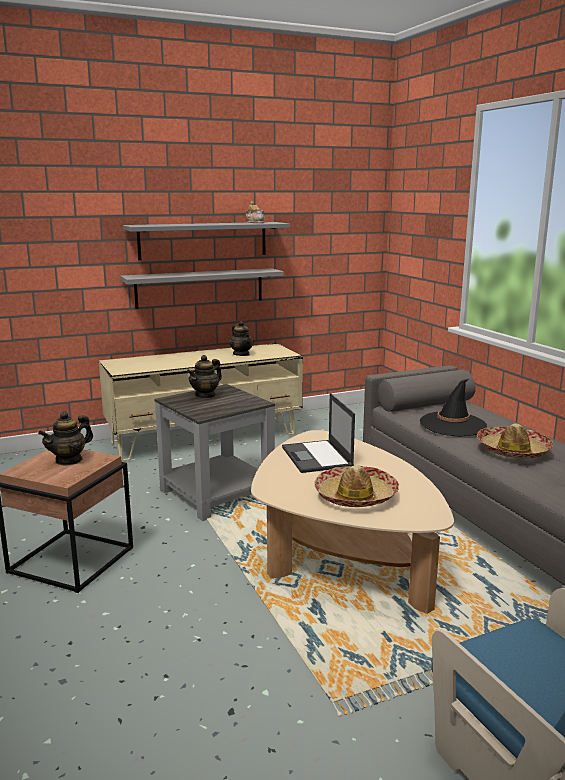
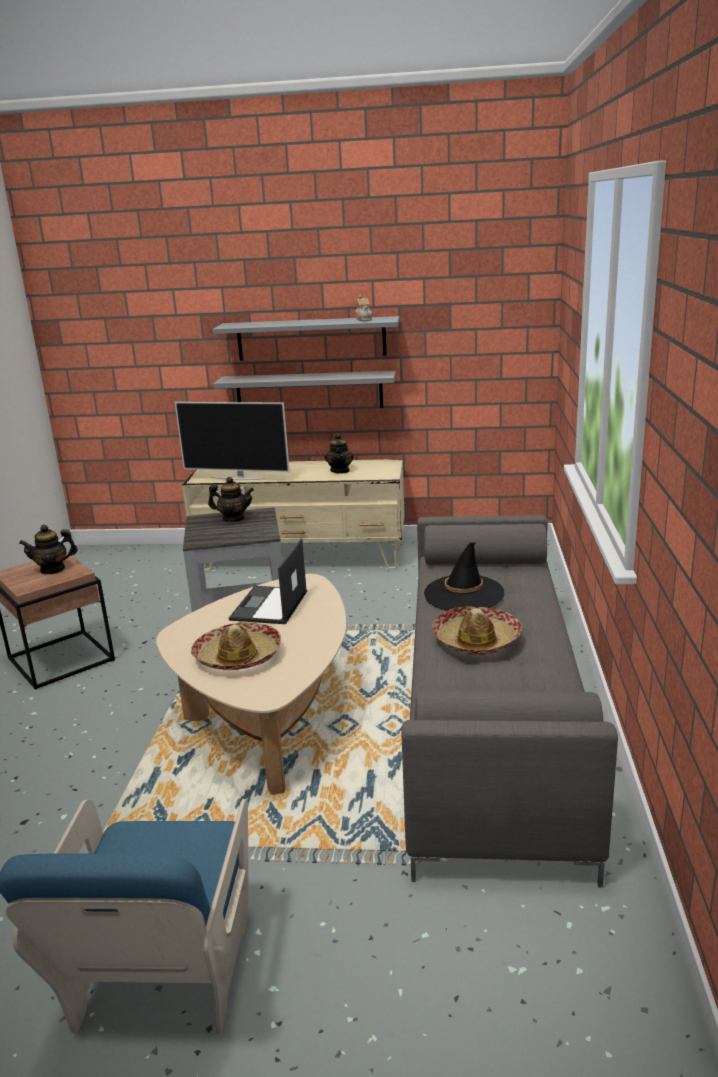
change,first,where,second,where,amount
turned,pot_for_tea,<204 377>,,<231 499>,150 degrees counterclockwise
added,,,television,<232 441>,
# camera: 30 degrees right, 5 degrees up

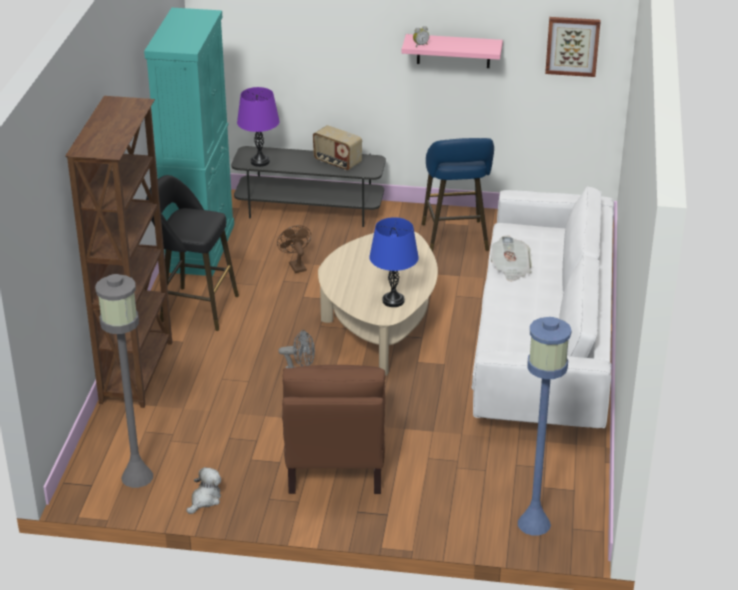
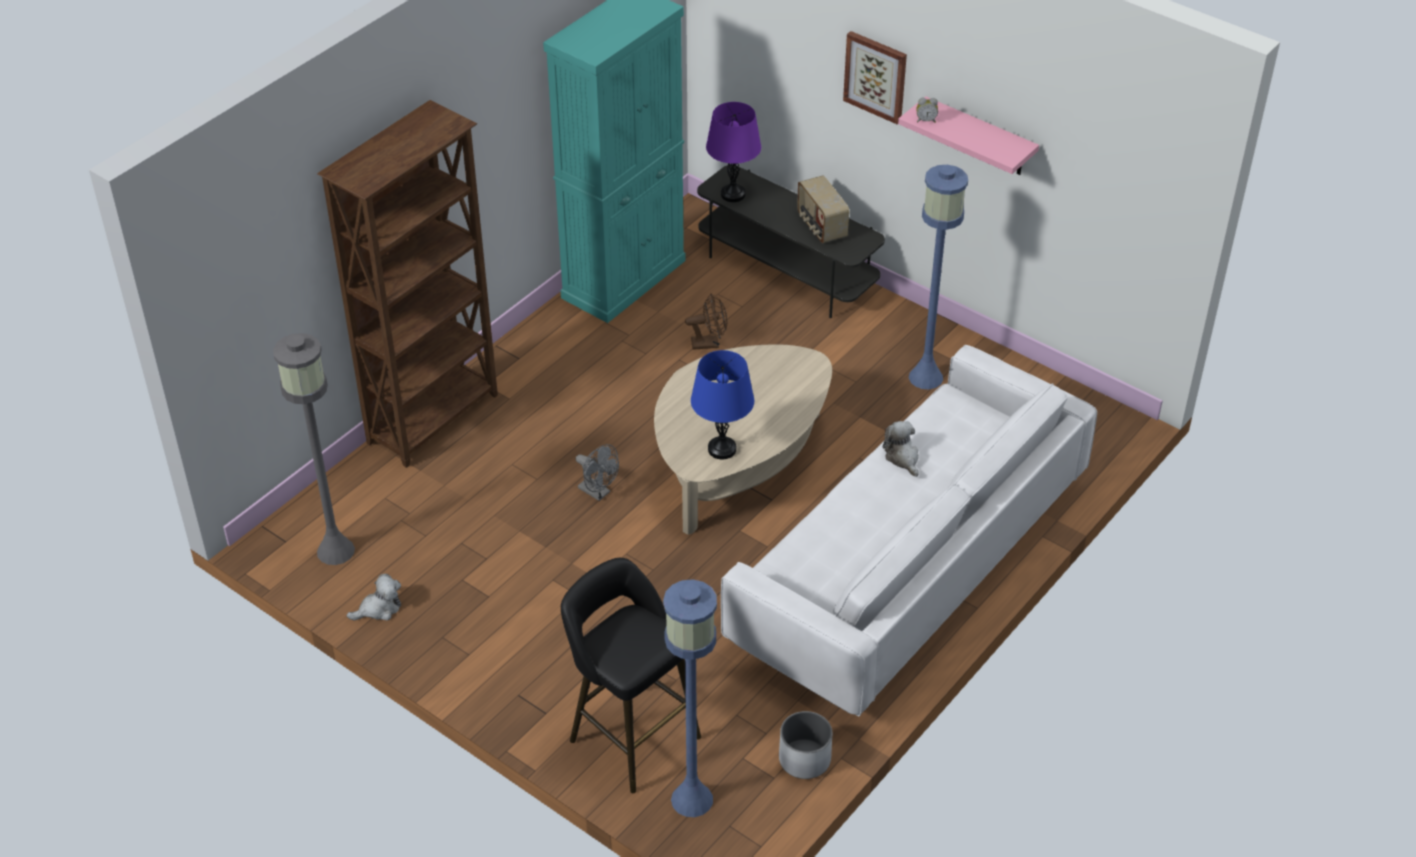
change,first,where,second,where,amount
moved,blackish_sitting_stool,<192 253>,,<631 675>,
turned,brown-coloured_electric_fan,<294 249>,,<706 322>,75 degrees clockwise
removed,brown-coloured_armchair,<333 429>,,,
replaced,bluish_sitting_stool,<458 195>,bluish_floor_lamp,<938 277>,
replaced,printed_paper,<511 259>,soft_toy,<901 449>,
moved,wall_art,<573 47>,,<875 78>,
added,,,white_planter,<805 745>,
# camera: 30 degrees right, 10 degrees up

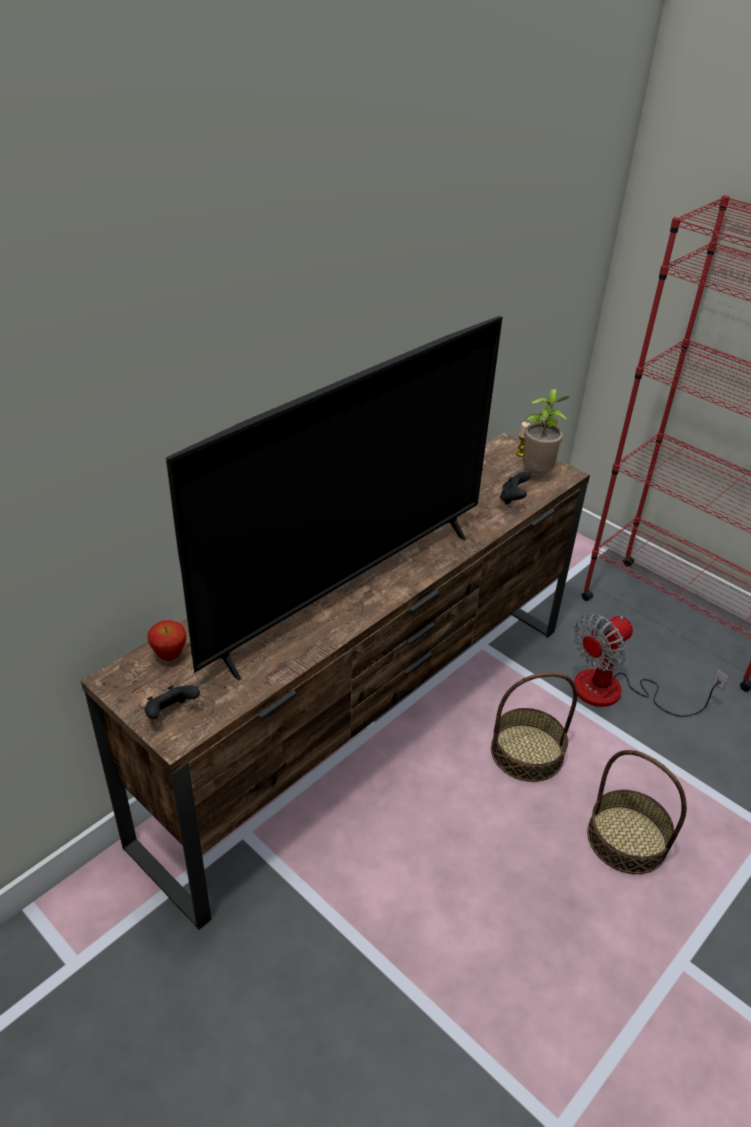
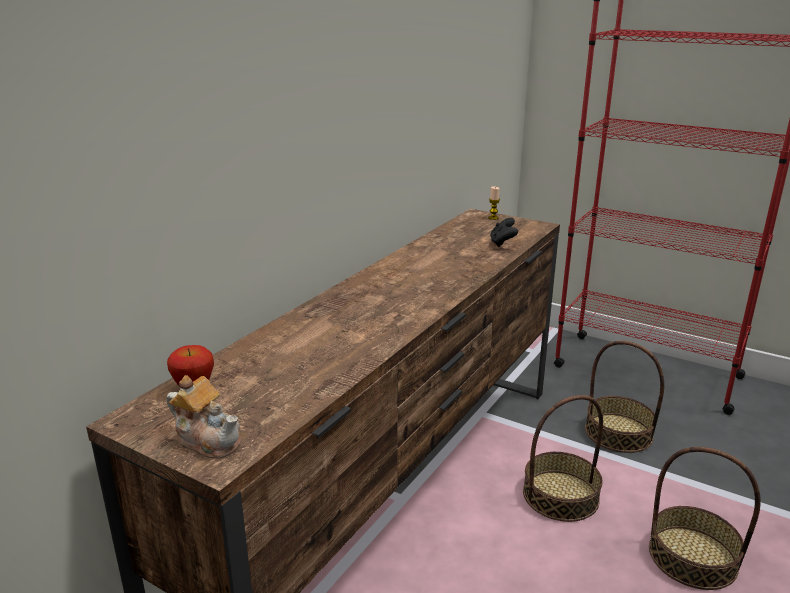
change,first,where,second,where,amount
replaced,blackish_gamepad,<172 702>,pot_for_tea,<204 417>,
removed,television,<334 498>,,,
removed,potted_plant,<545 430>,,,
replaced,electric_fan,<650 665>,basket,<624 397>,
# camera: 10 degrees left, 15 degrees down

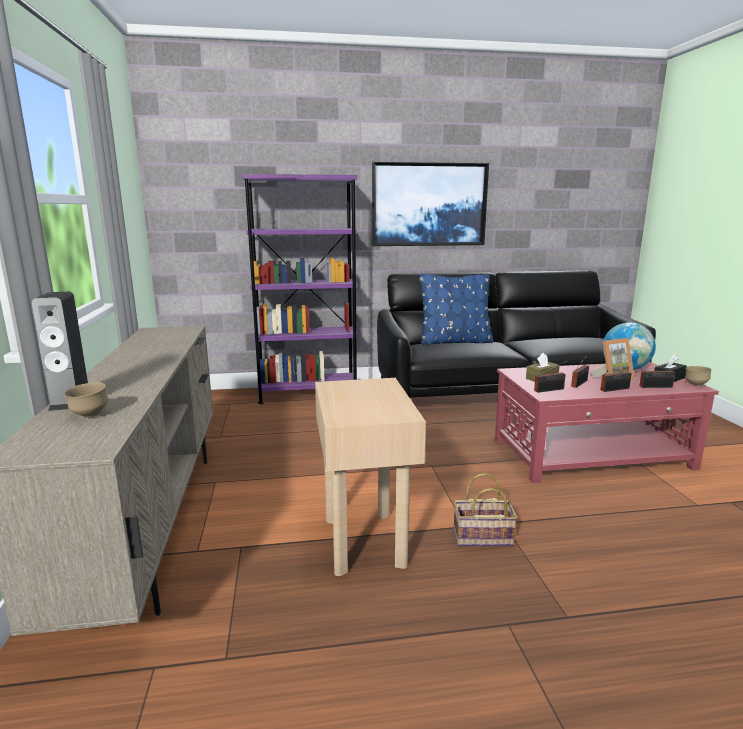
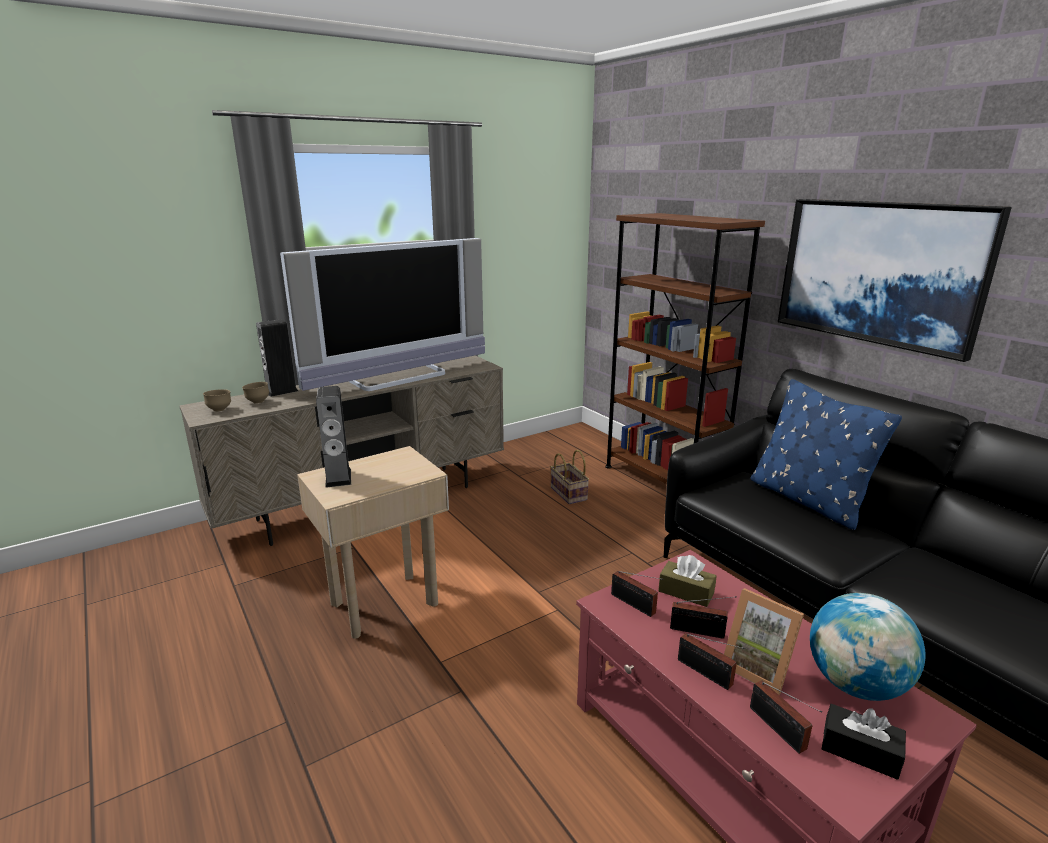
change,first,where,second,where,amount
recoloured,purplish_bookcase,<300 289>,brown-coloured_bookcase,<685 348>,
moved,basket,<485 509>,,<569 476>,
moved,brown-coloured_bowl,<698 376>,,<217 400>,
added,,,television,<382 314>,
added,,,audio_speaker,<333 437>,
# camera: 65 degrees right, 5 degrees up

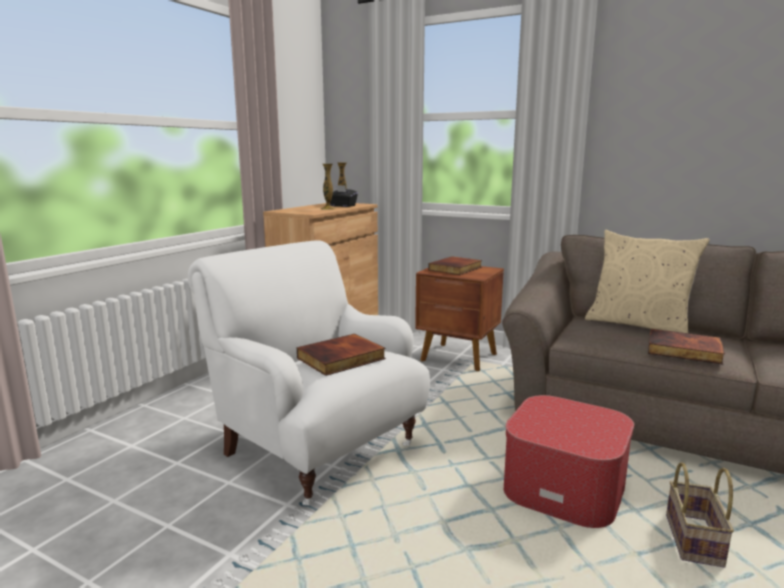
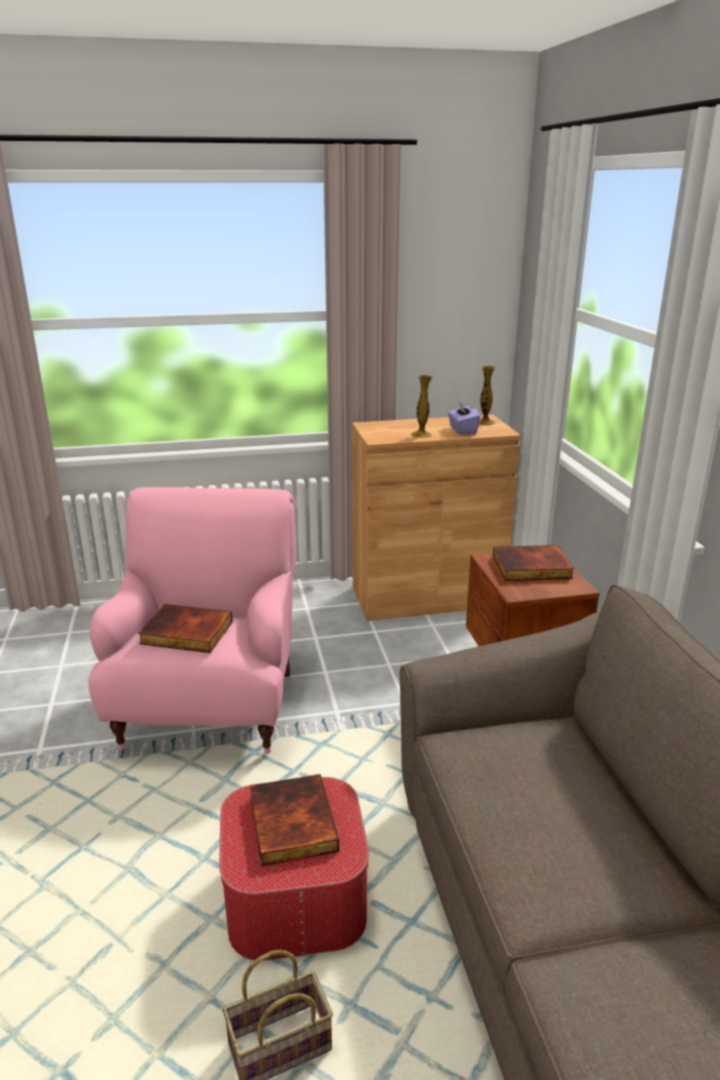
change,first,where,second,where,amount
recoloured,white_armchair,<309 373>,pinkish_armchair,<192 620>,
recoloured,blackish_tissue_holder,<344 196>,purplish_tissue_holder,<464 417>,
removed,beige-coloured_throw_pillow,<647 281>,,,
moved,book,<686 347>,,<294 820>,
# camera: 50 degrees right, 10 degrees up

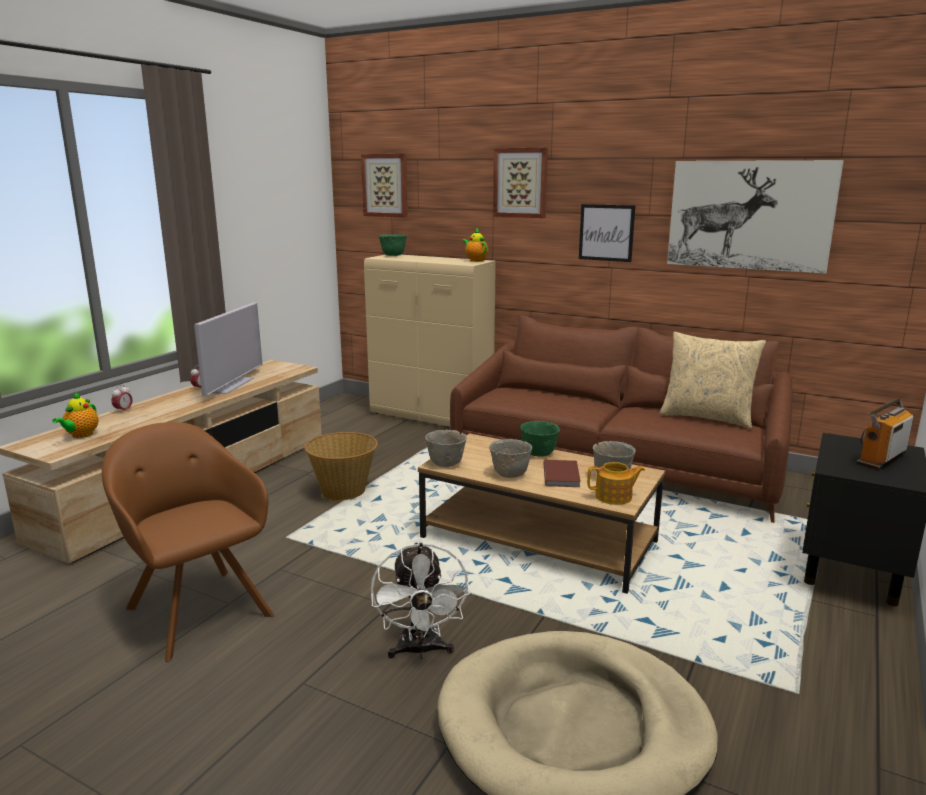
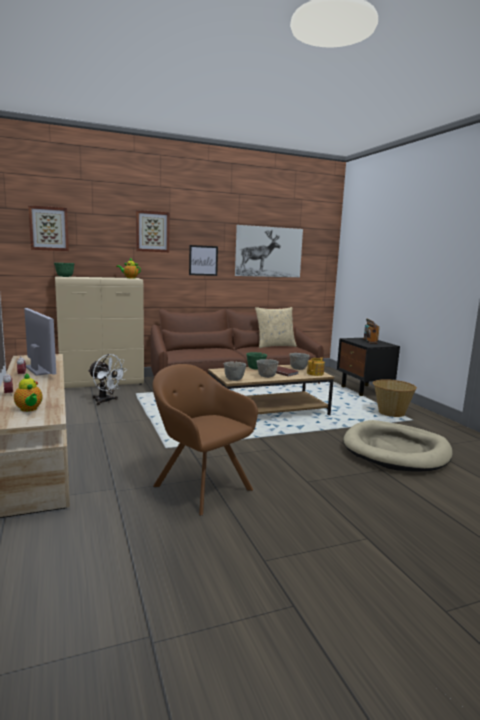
change,first,where,second,where,amount
turned,brown-coloured_armchair,<188 542>,,<205 440>,45 degrees clockwise
moved,basket,<341 466>,,<395 398>,
moved,white_electric_fan,<421 600>,,<106 379>,
# camera: 50 degrees left, 5 degrees down

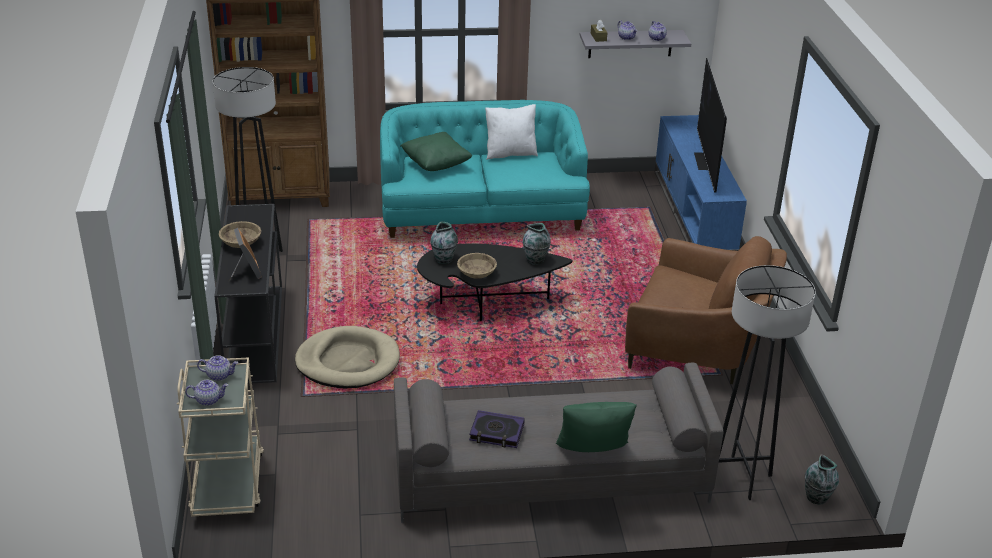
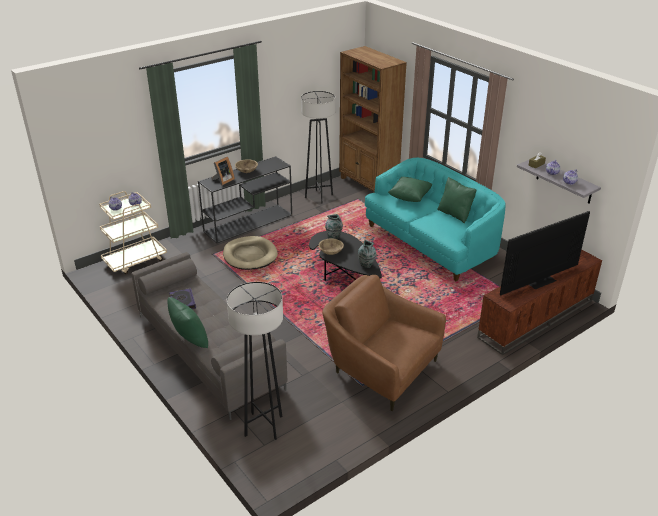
change,first,where,second,where,amount
recoloured,white_throw_pillow,<511 132>,greenish_throw_pillow,<456 200>,
turned,brown-coloured_armchair,<706 310>,,<384 343>,135 degrees clockwise
recoloured,bluish_media_console,<700 183>,brown-coloured_media_console,<539 302>,
removed,decorative_vase,<822 479>,,,
# camera: 60 degrees right, 0 degrees up

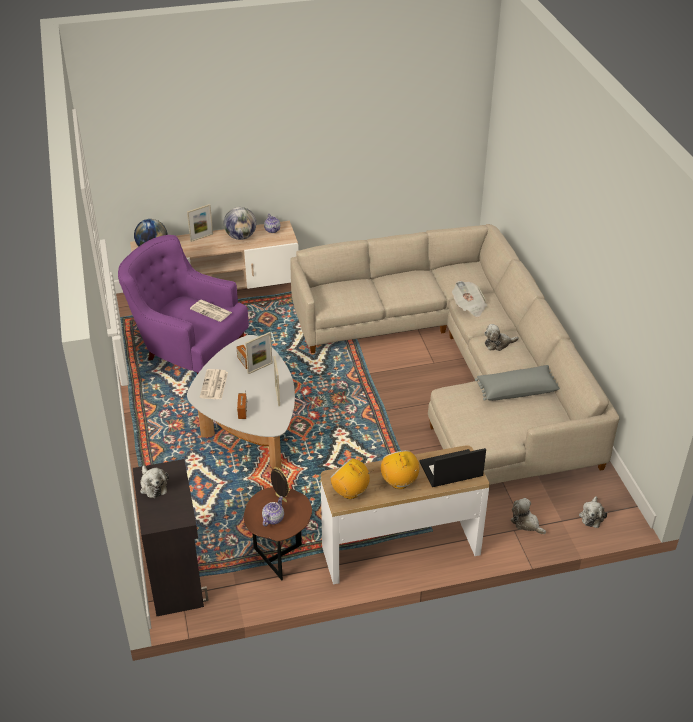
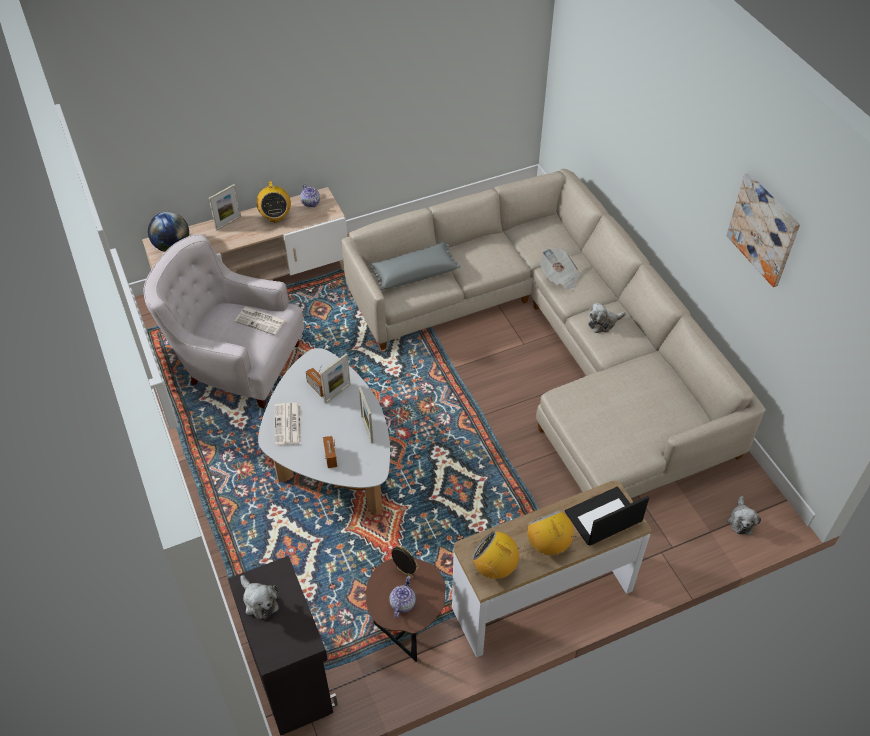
change,first,where,second,where,amount
recoloured,purplish_armchair,<183 304>,white_armchair,<224 321>,
replaced,desk_globe,<240 223>,radio,<273 201>,
moved,grey_throw_pillow,<517 383>,,<415 266>,
removed,soft_toy,<528 516>,,,
added,,,wall_art,<763 230>,
# camera: 10 degrees left, 10 degrees up

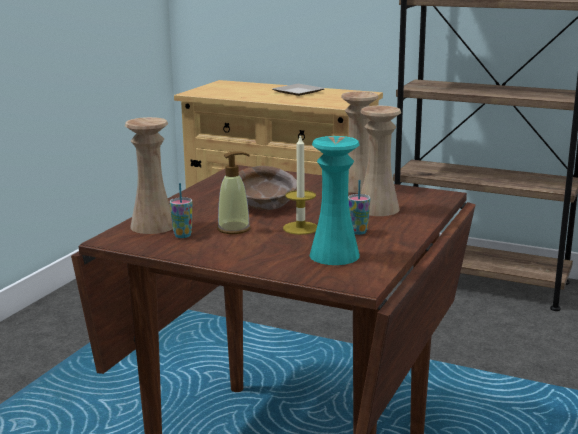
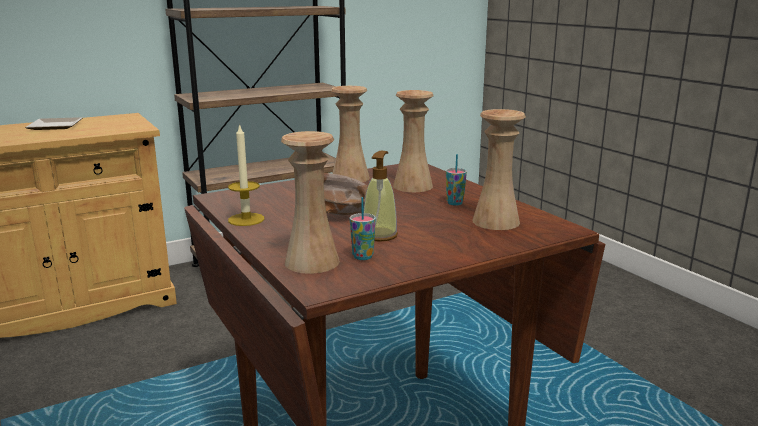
change,first,where,second,where,amount
moved,wax_light,<300 184>,,<246 174>,
recoloured,blue-green_decorative_vase,<335 200>,beige-coloured_decorative_vase,<499 169>,
# camera: 55 degrees left, 0 degrees up

